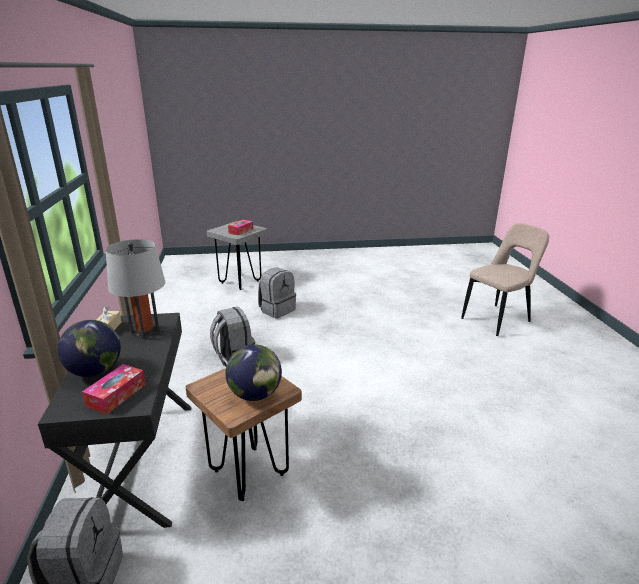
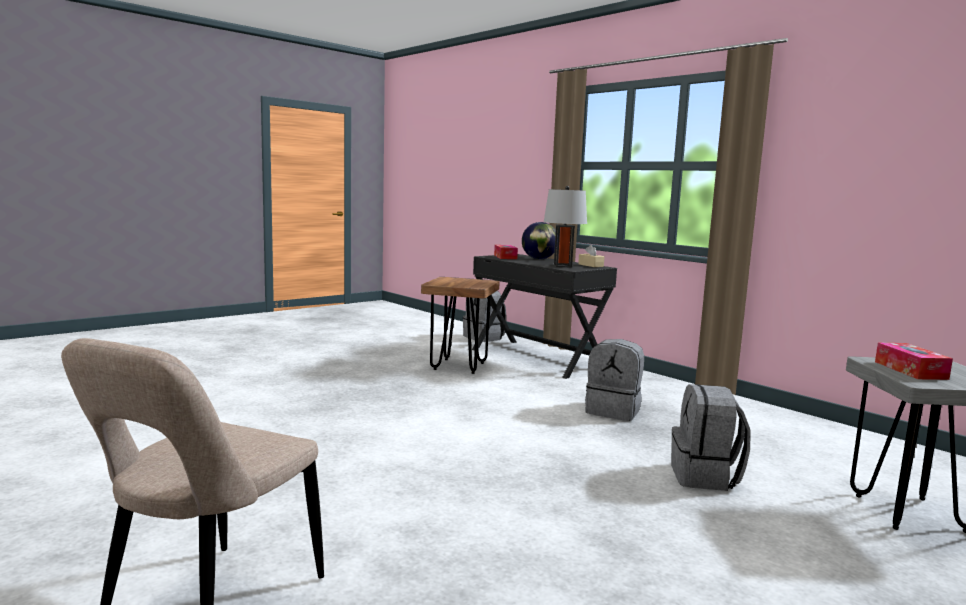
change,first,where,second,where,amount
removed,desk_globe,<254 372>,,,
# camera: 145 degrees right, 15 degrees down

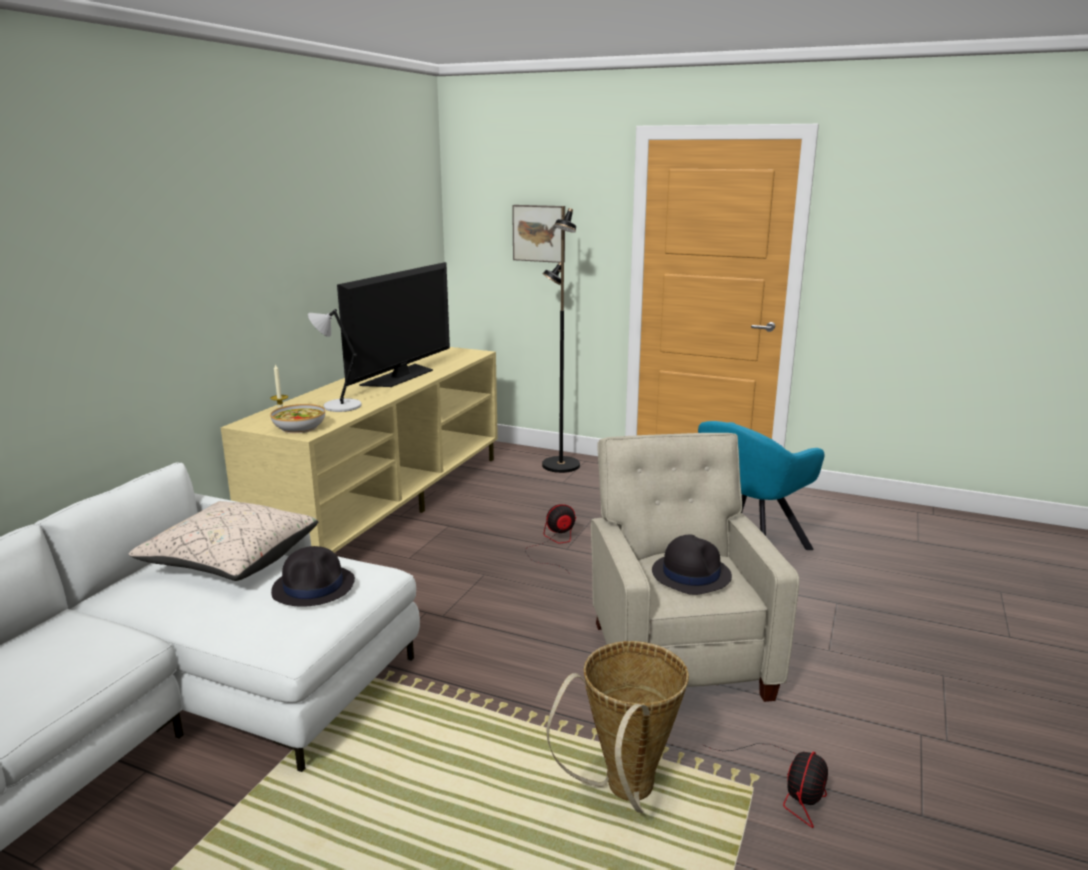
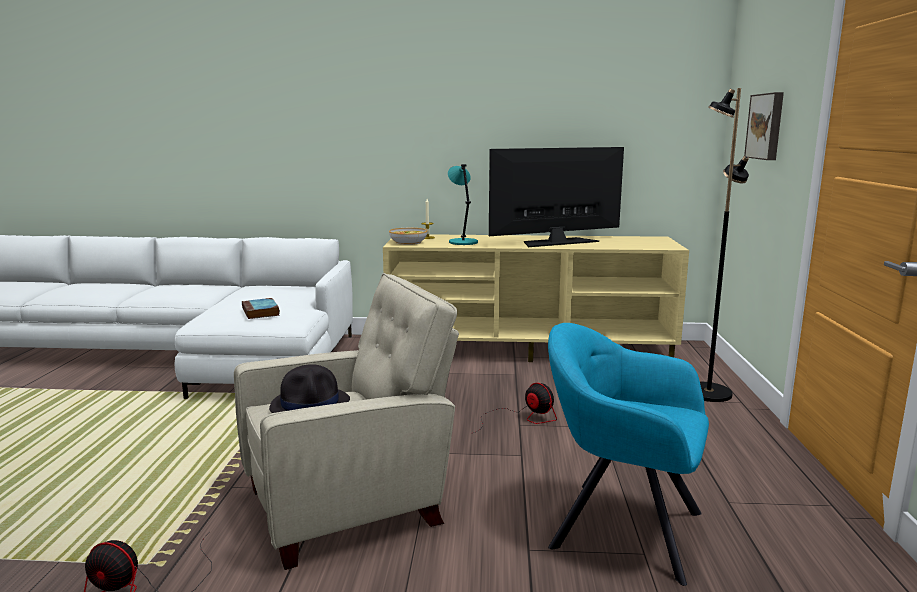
change,first,where,second,where,amount
removed,beige-coloured_throw_pillow,<223 541>,,,
replaced,blackish_wearable_hat,<313 576>,book,<261 308>,
recoloured,grey_tabletop_lamp,<335 360>,blue-green_tabletop_lamp,<463 204>,
turned,television,<393 324>,,<556 197>,150 degrees clockwise
removed,basket,<618 727>,,,
# camera: 70 degrees right, 5 degrees down

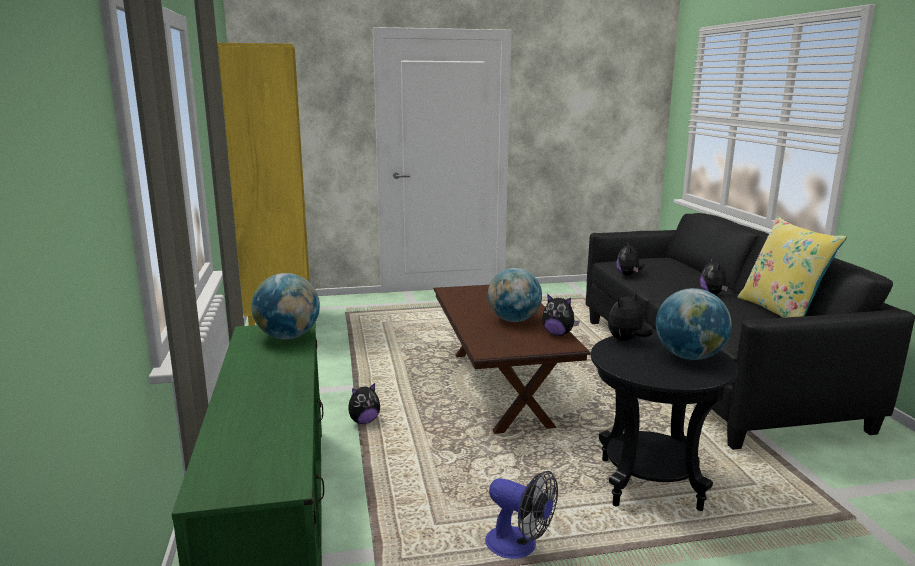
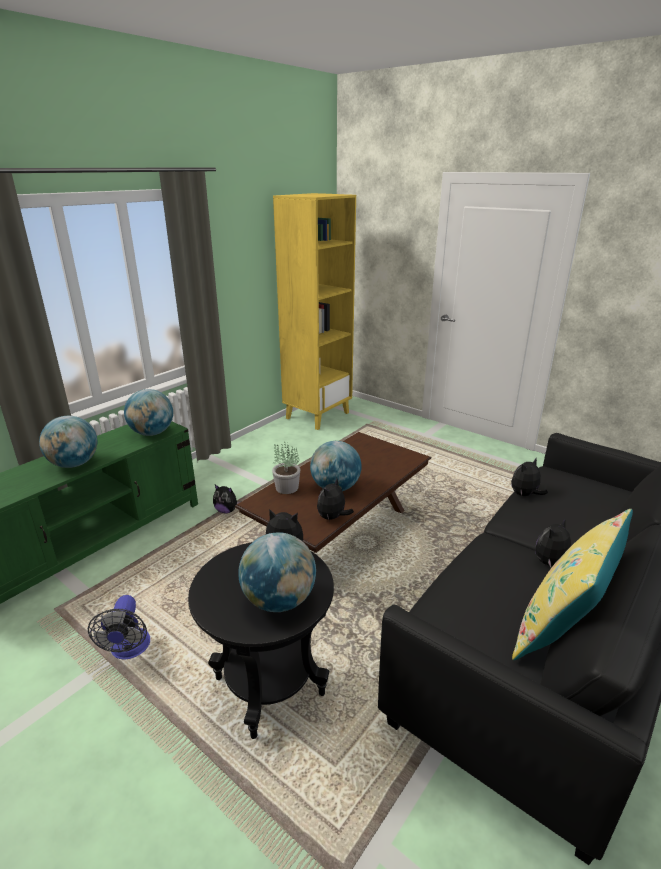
change,first,where,second,where,amount
turned,soft_toy,<561 315>,,<335 499>,45 degrees clockwise
added,,,desk_globe,<68 442>,
added,,,potted_plant,<286 468>,
# camera: 50 degrees right, 10 degrees up

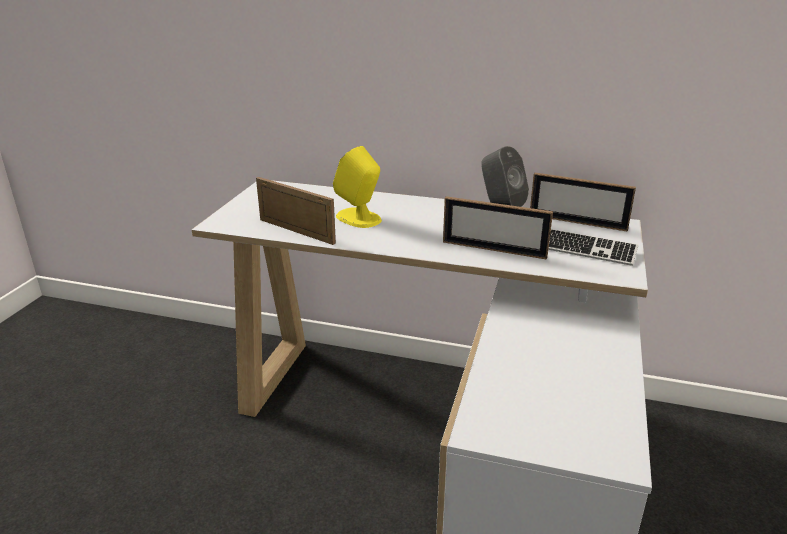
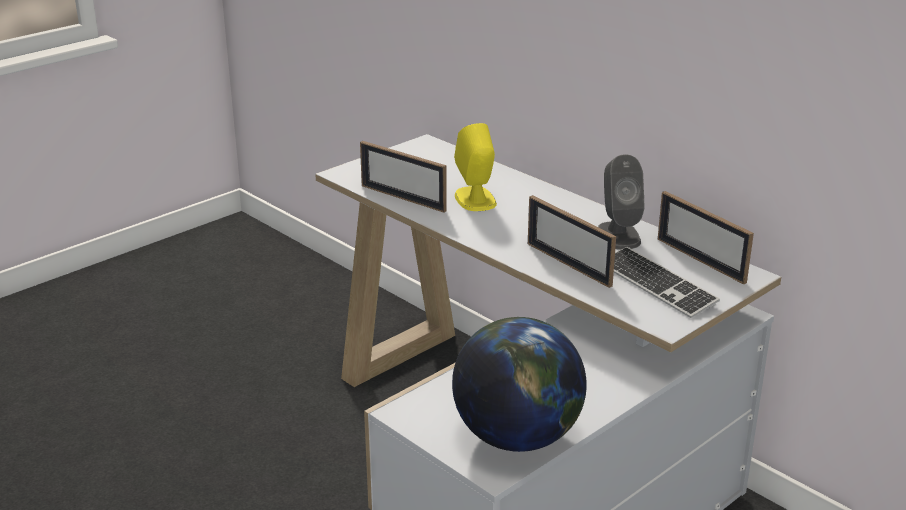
change,first,where,second,where,amount
turned,standing_frame,<296 211>,,<403 177>,150 degrees clockwise
added,,,desk_globe,<519 384>,
# camera: 30 degrees right, 0 degrees up

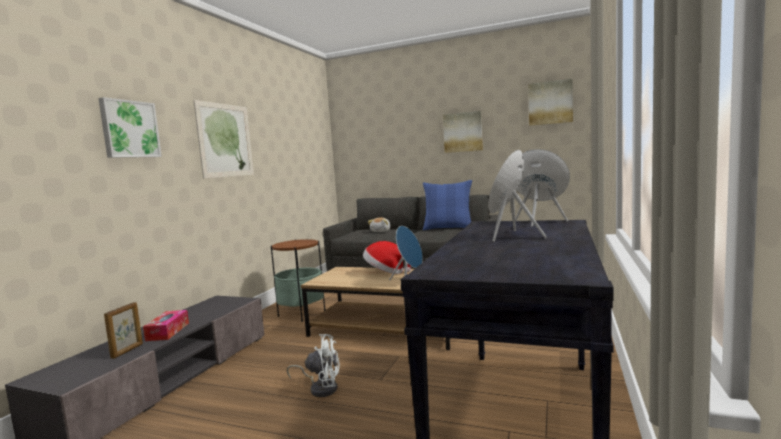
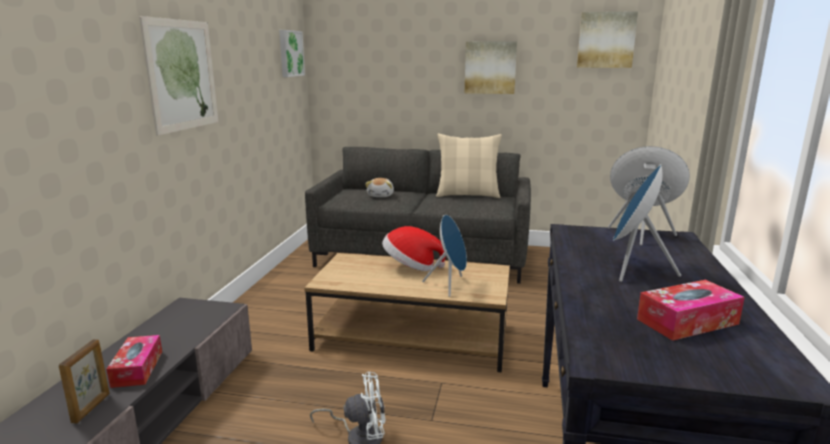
change,first,where,second,where,amount
moved,wall_art,<130 127>,,<292 53>,
removed,end_table,<298 280>,,,
recoloured,bluish_throw_pillow,<447 205>,beige-coloured_throw_pillow,<469 166>,
added,,,tissue_holder,<691 310>,
# camera: 10 degrees left, 10 degrees up

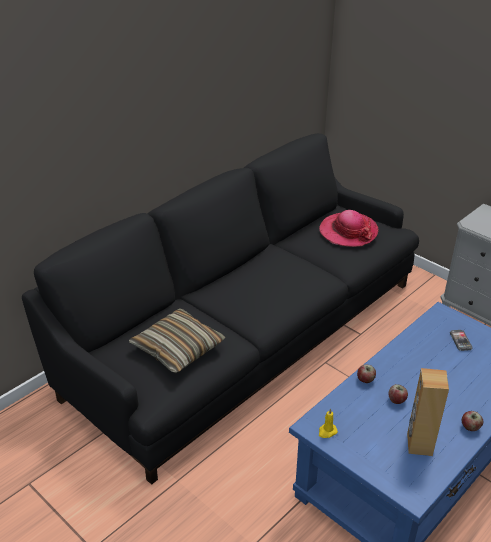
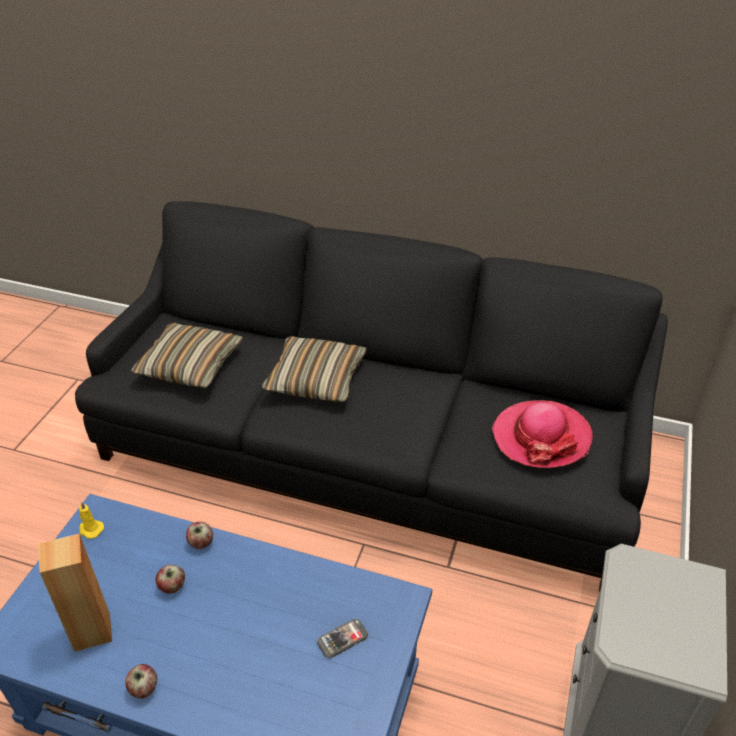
change,first,where,second,where,amount
added,,,throw_pillow,<314 369>,
# camera: 65 degrees right, 5 degrees up

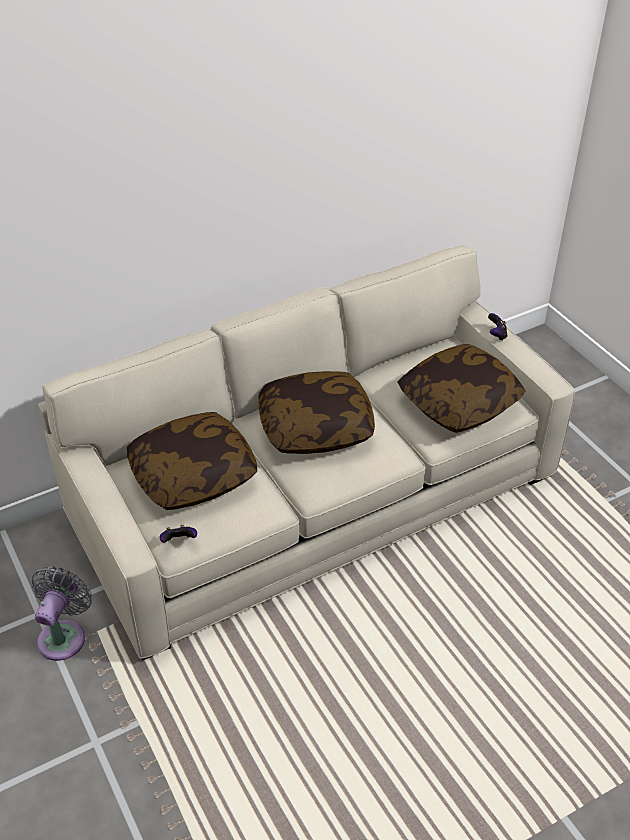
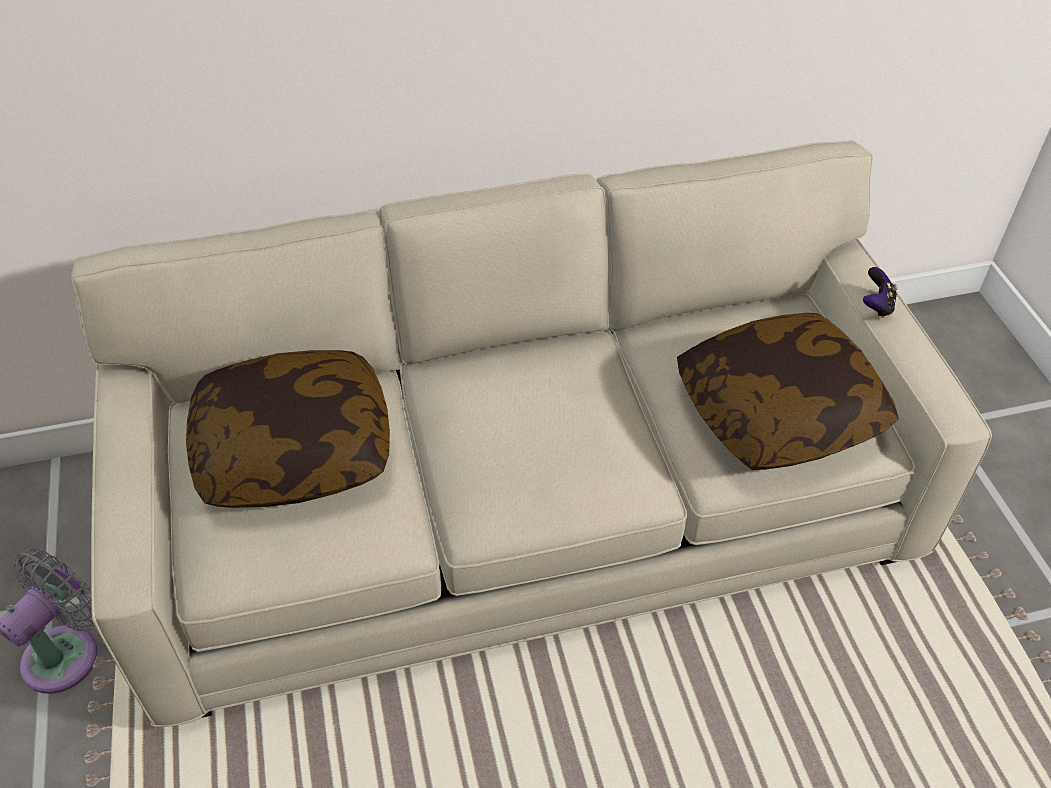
change,first,where,second,where,amount
removed,gamepad,<178 534>,,,
removed,throw_pillow,<317 412>,,,
# camera: 15 degrees right, 5 degrees up

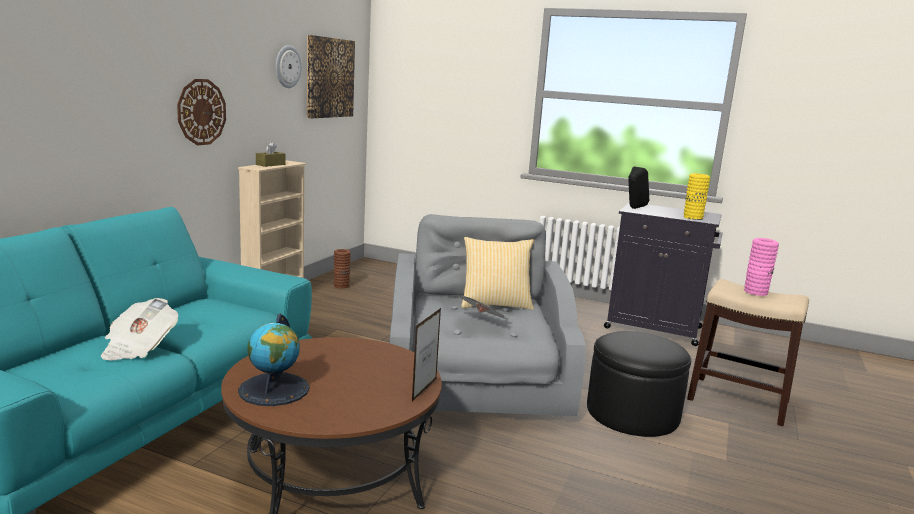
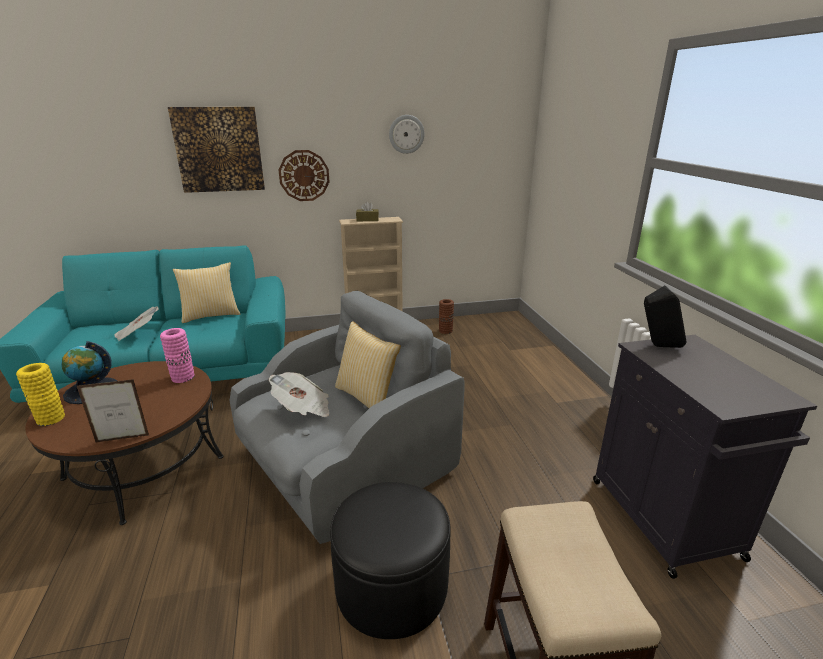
change,first,where,second,where,amount
moved,wall_art,<331 77>,,<216 150>,
moved,yellowish_decorative_vase,<697 196>,,<40 394>,
moved,pinkish_decorative_vase,<761 267>,,<177 355>,
added,,,throw_pillow,<206 292>,
# camera: 55 degrees right, 10 degrees up

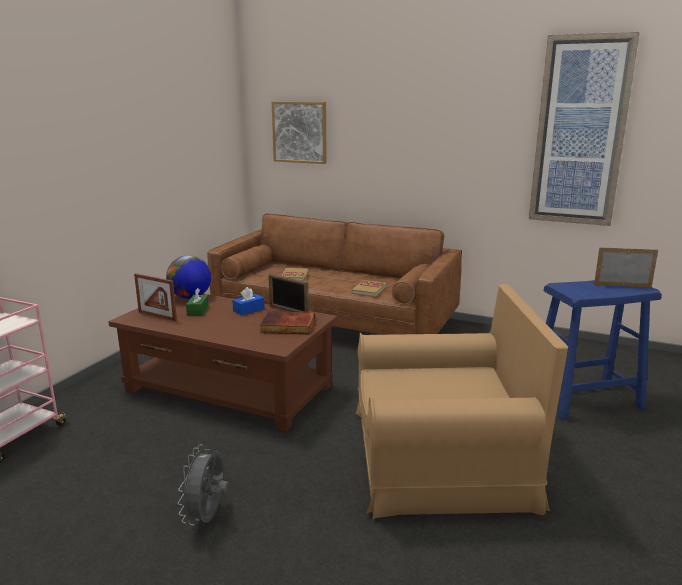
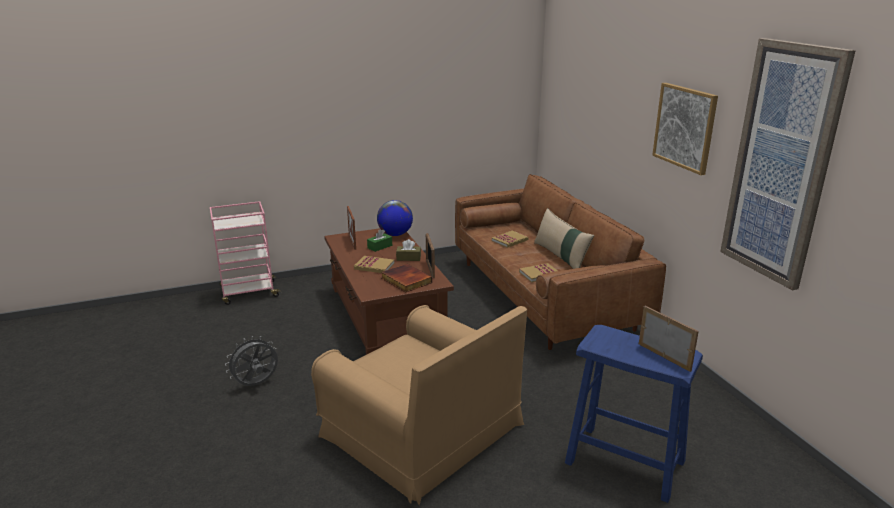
change,first,where,second,where,amount
recoloured,bluish_tissue_holder,<248 301>,brown-coloured_tissue_holder,<408 250>,
moved,wall_art,<299 133>,,<685 129>,
added,,,book,<374 264>,
added,,,beige-coloured_throw_pillow,<564 238>,
# camera: 45 degrees right, 5 degrees up

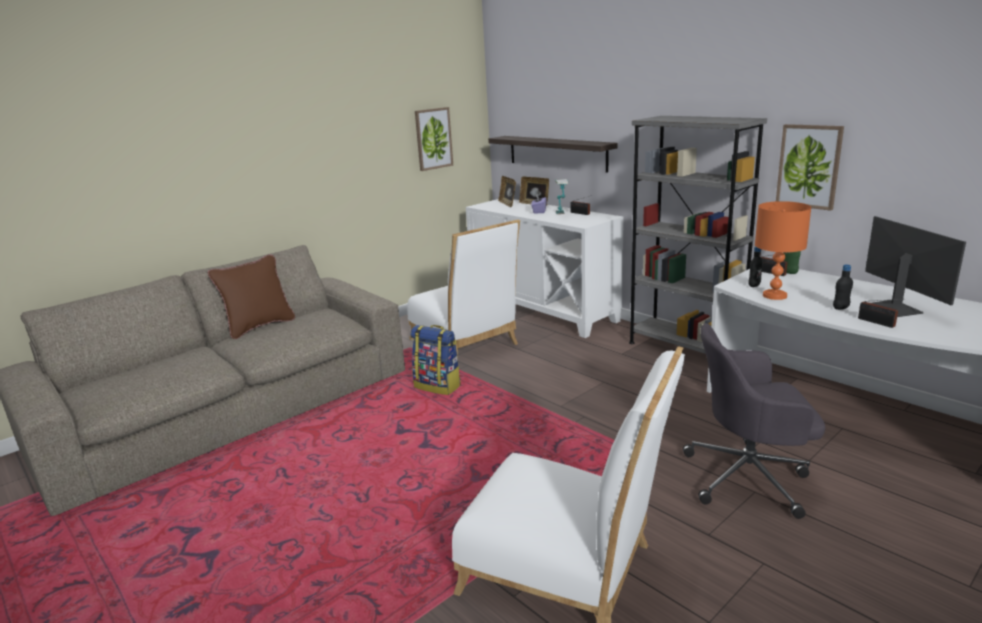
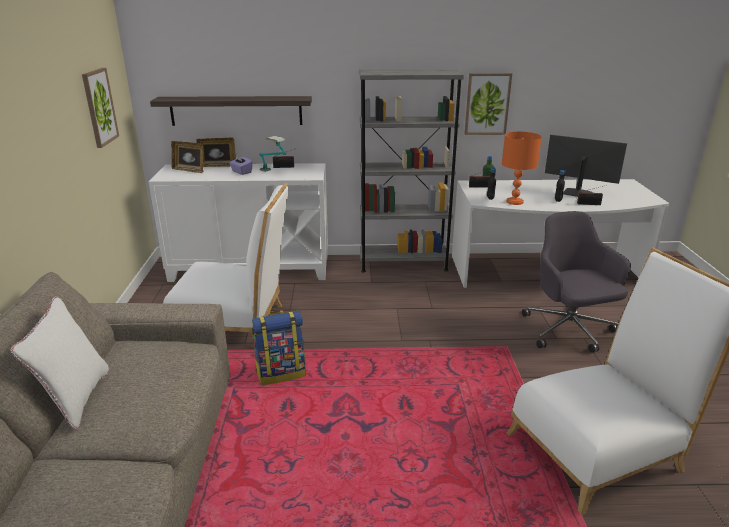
change,first,where,second,where,amount
recoloured,brown-coloured_throw_pillow,<251 297>,white_throw_pillow,<60 363>,
turned,grey_computer_chair,<754 421>,,<576 281>,120 degrees clockwise
# camera: 50 degrees left, 5 degrees up

